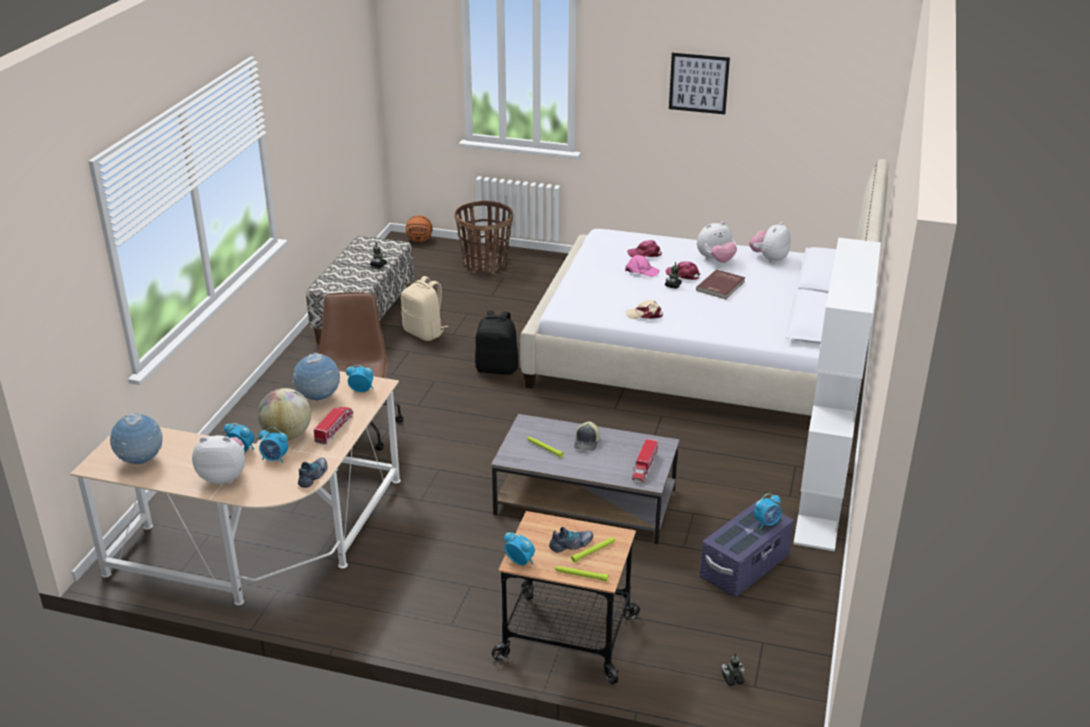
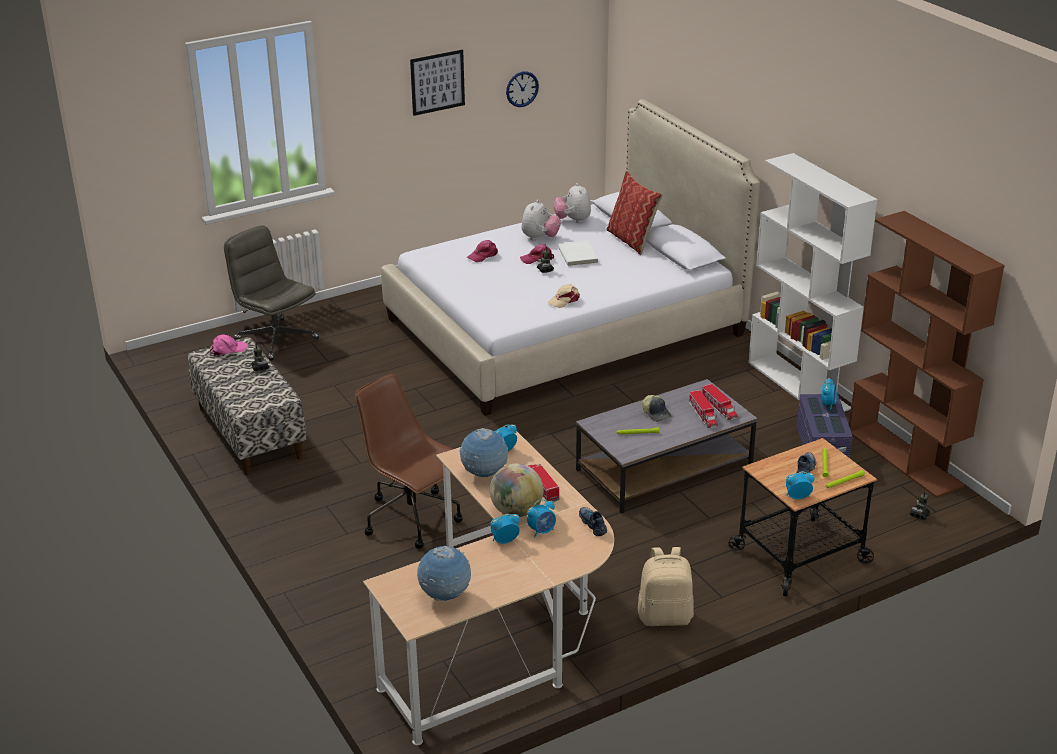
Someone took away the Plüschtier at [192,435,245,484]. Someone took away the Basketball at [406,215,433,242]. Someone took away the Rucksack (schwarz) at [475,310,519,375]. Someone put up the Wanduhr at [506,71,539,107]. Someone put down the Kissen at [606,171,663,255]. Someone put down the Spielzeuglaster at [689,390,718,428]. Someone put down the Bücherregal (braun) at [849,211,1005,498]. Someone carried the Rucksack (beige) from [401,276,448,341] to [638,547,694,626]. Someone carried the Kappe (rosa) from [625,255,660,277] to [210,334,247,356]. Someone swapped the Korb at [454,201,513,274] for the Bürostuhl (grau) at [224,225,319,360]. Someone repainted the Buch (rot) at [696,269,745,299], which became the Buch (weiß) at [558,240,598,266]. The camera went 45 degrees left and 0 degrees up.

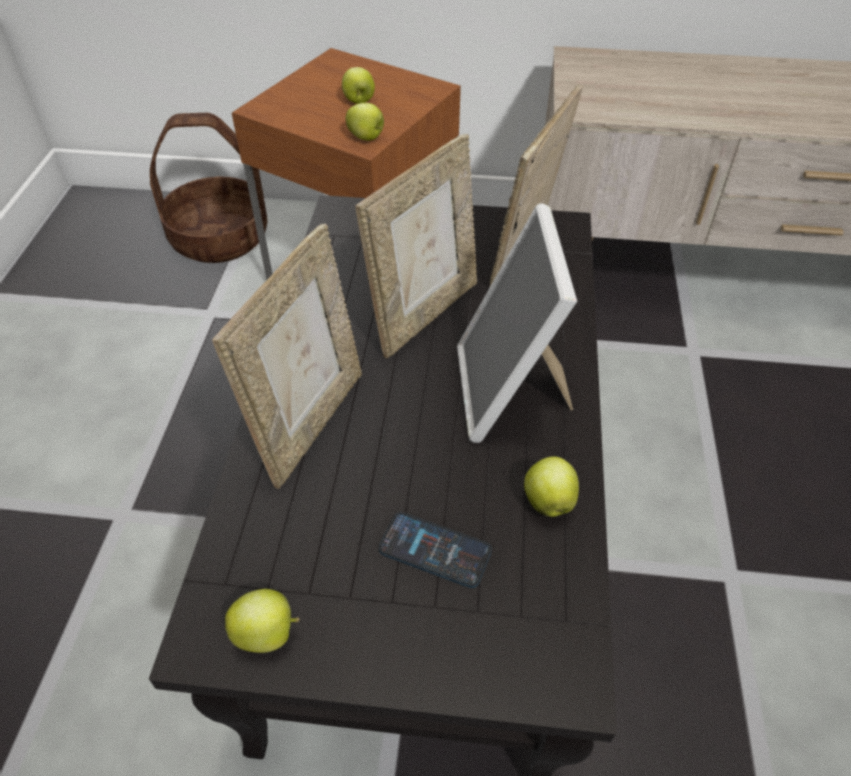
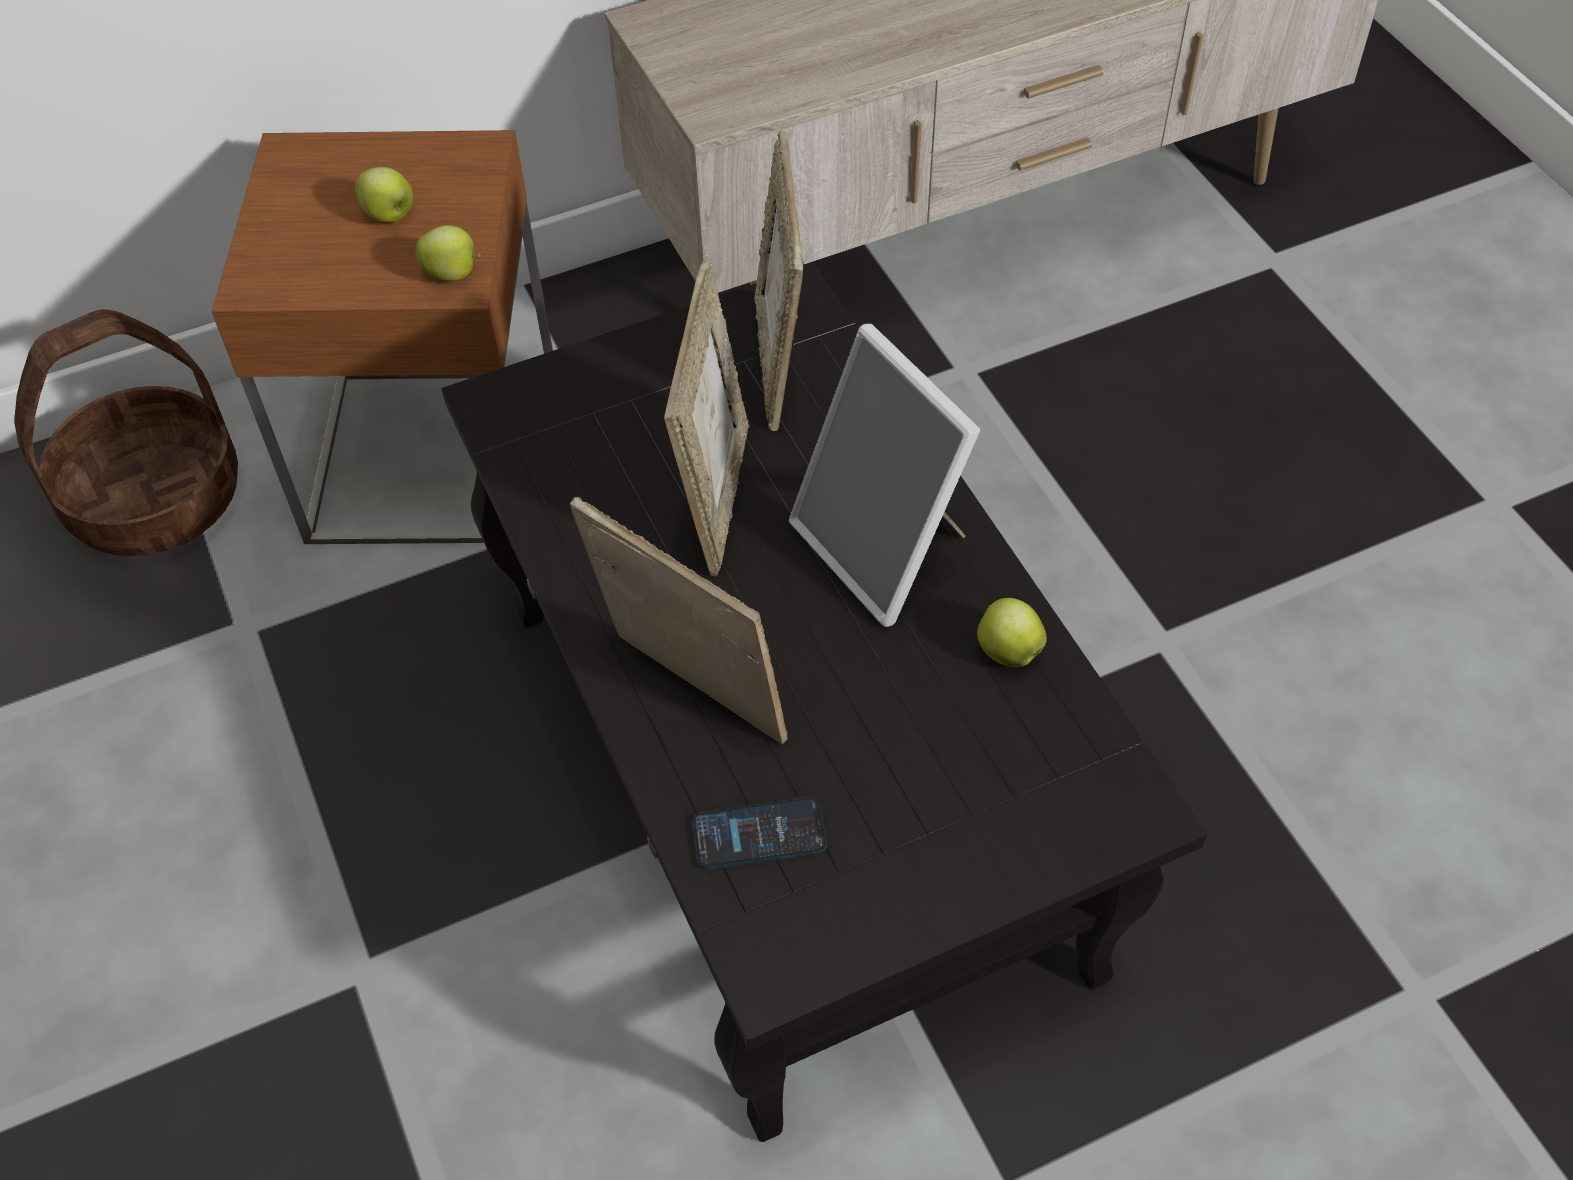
Someone took away the Apfel at [225,589,300,653]. Someone carried the Handy from [379,513,492,588] to [692,797,827,870]. Someone rotated the Bilderrahmen at [212,223,362,489] by 45 degrees counterclockwise. The camera went 30 degrees left and 5 degrees up.

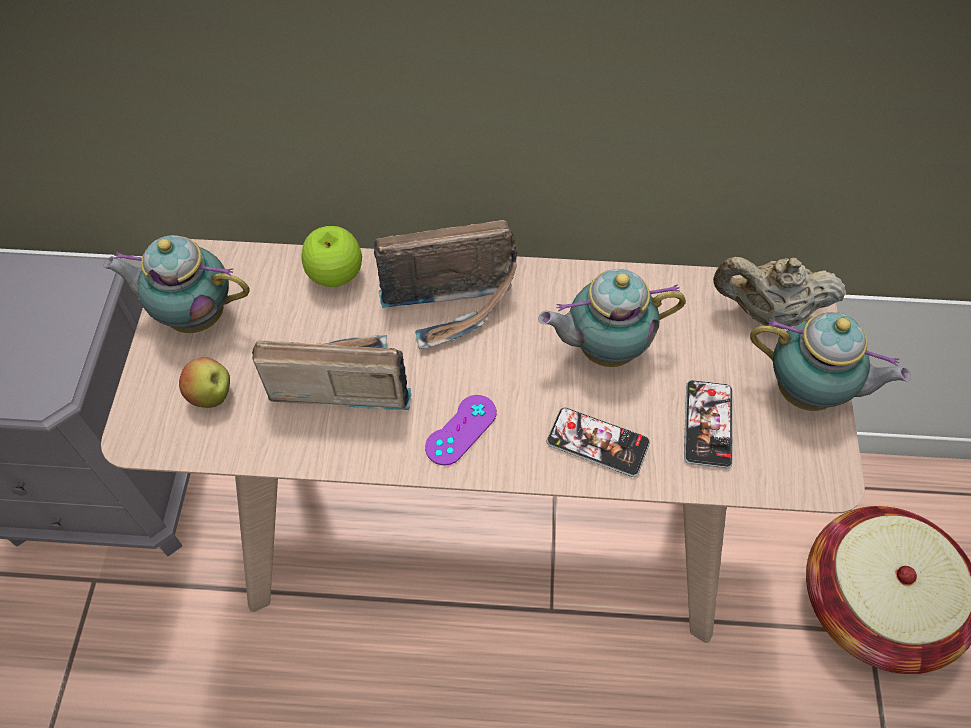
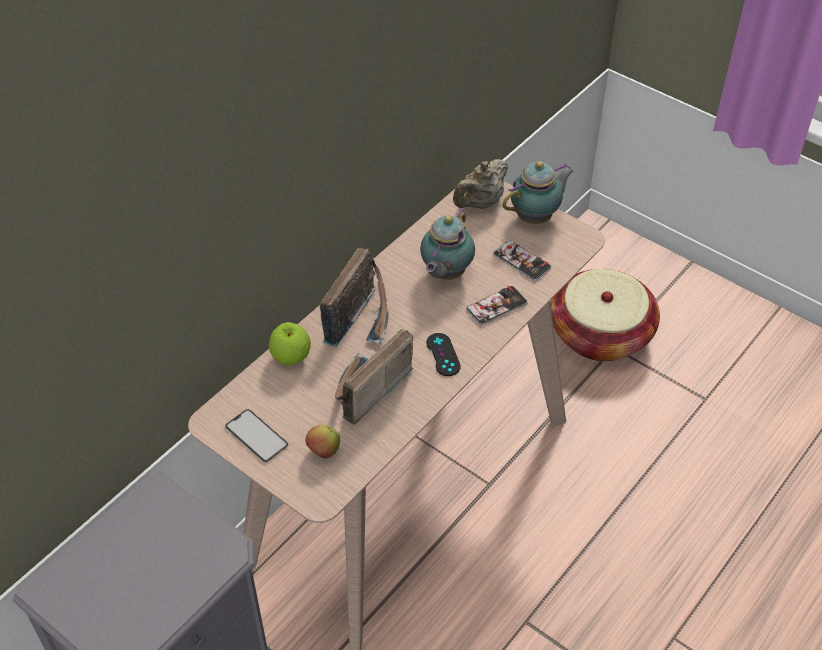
Someone swapped the Teekanne at [103,235,250,333] for the Handy at [225,409,288,463]. Someone repainted the Gamepad (lila) at [425,395,497,465], which became the Gamepad (schwarz) at [426,333,461,376]. The camera went 55 degrees left and 10 degrees down.

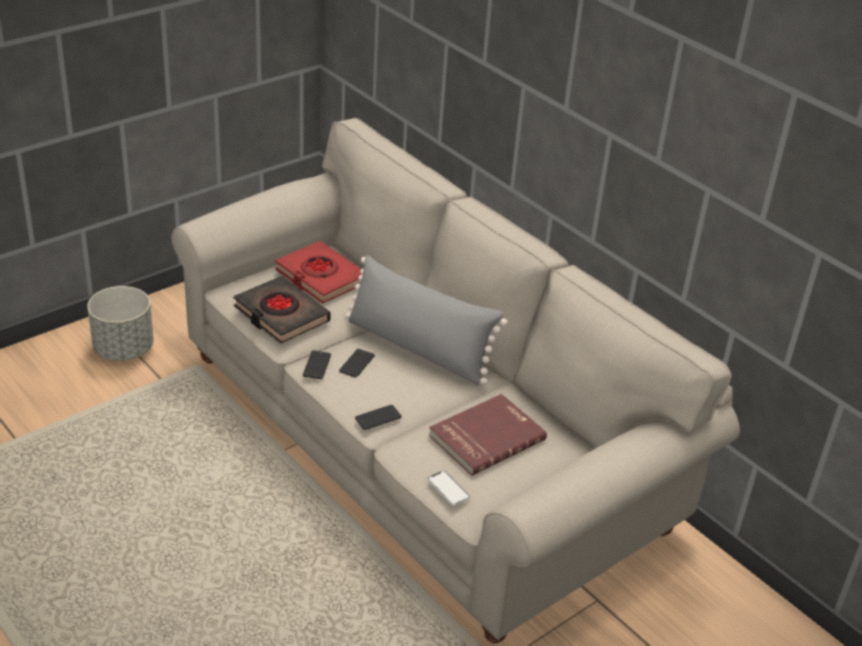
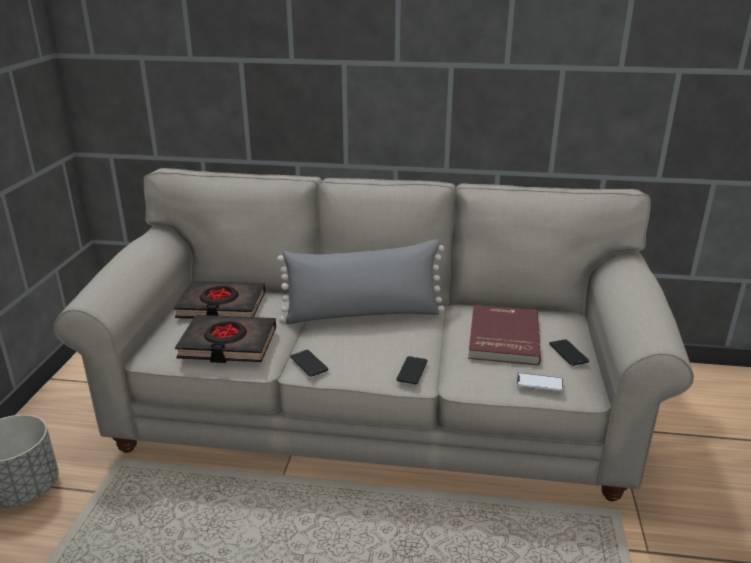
Someone carried the Handy from [339,349,375,378] to [549,339,589,366]. Someone repainted the Buch (rot) at [275,241,361,304], which became the Buch (schwarz) at [174,281,265,319]. The camera went 40 degrees left and 10 degrees down.

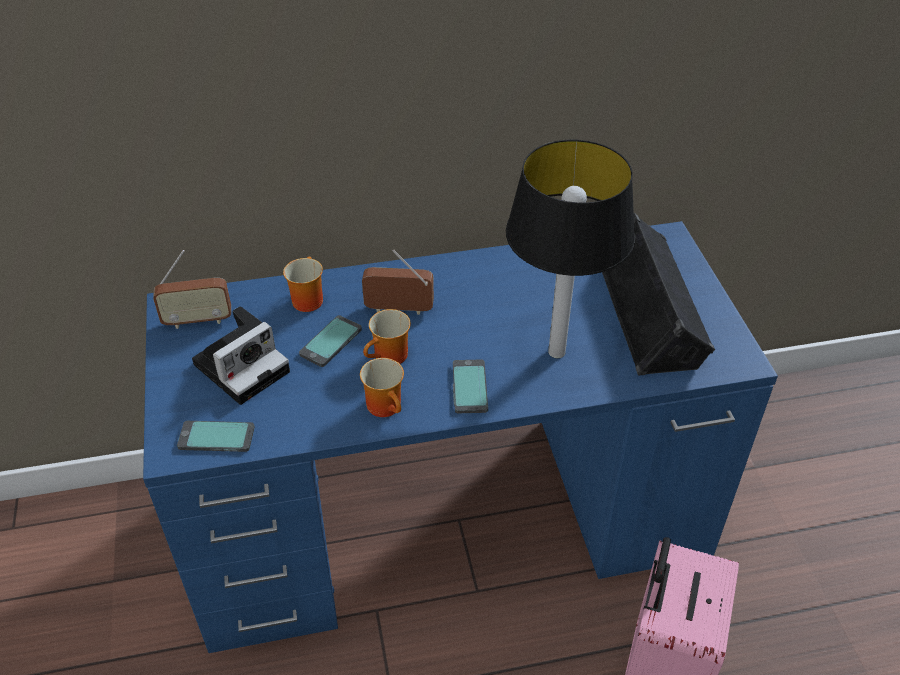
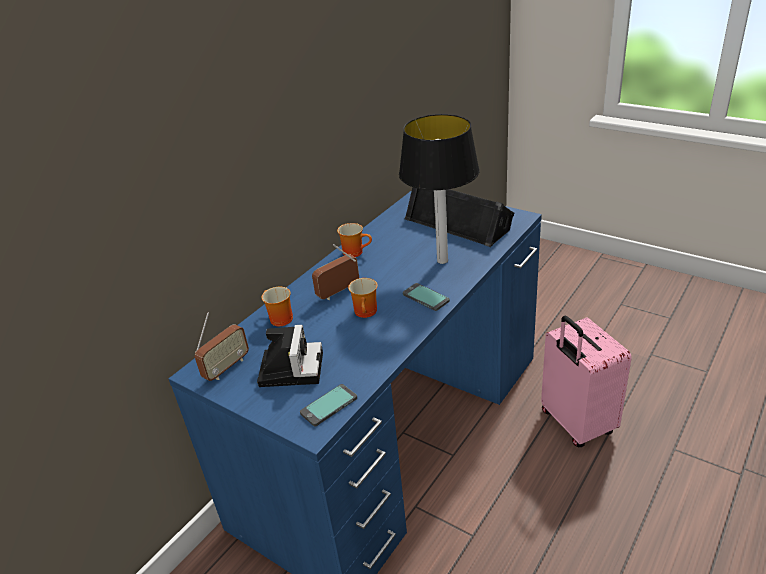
Someone took away the Handy at [299,315,362,367]. Someone carried the Henkelbecher from [360,358,404,417] to [337,223,372,257]. The camera went 40 degrees left and 10 degrees down.

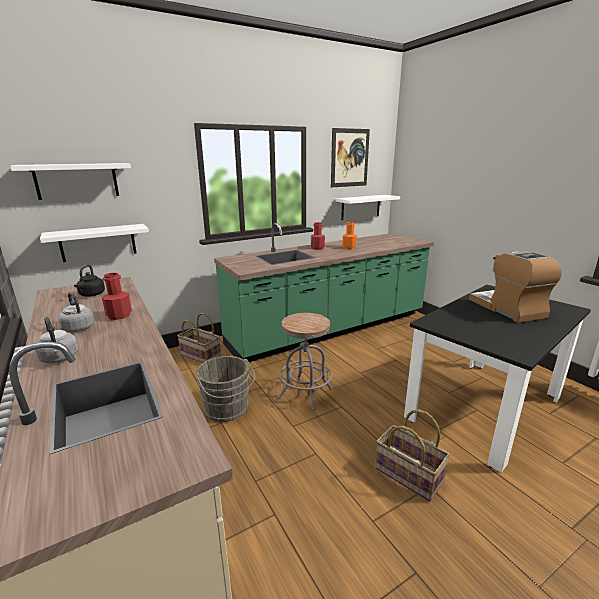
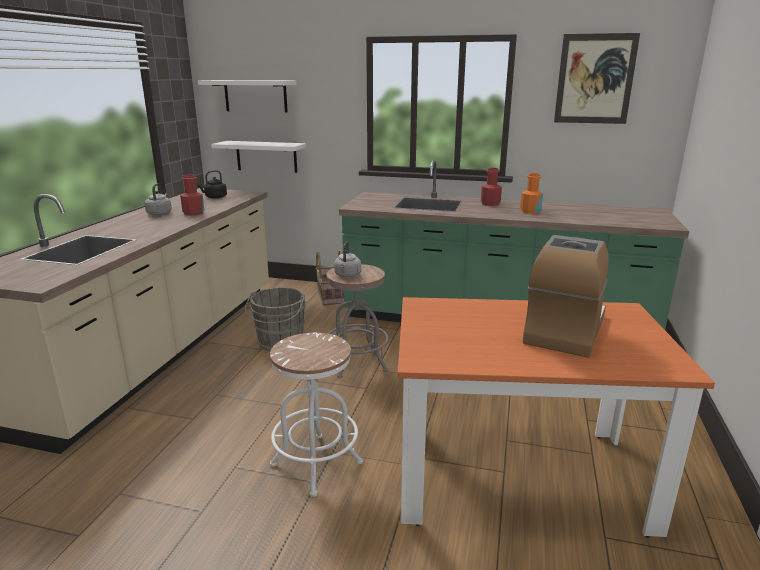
Someone took away the Wandregal (weiß) at [335,195,400,220]. Someone carried the Wasserkessel (grau) from [35,317,78,363] to [334,242,361,277]. Someone swapped the Korb at [375,409,450,502] for the Hocker (weiß) at [270,333,363,497]. Someone repainted the Esstisch (schwarz) at [404,285,591,473], which became the Esstisch (orange) at [398,297,715,538]. The camera went 45 degrees right and 0 degrees up.

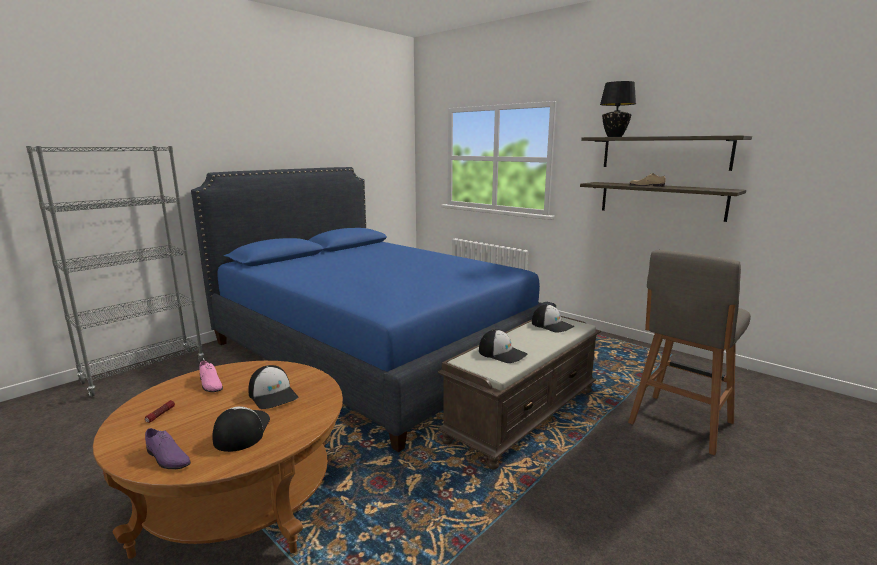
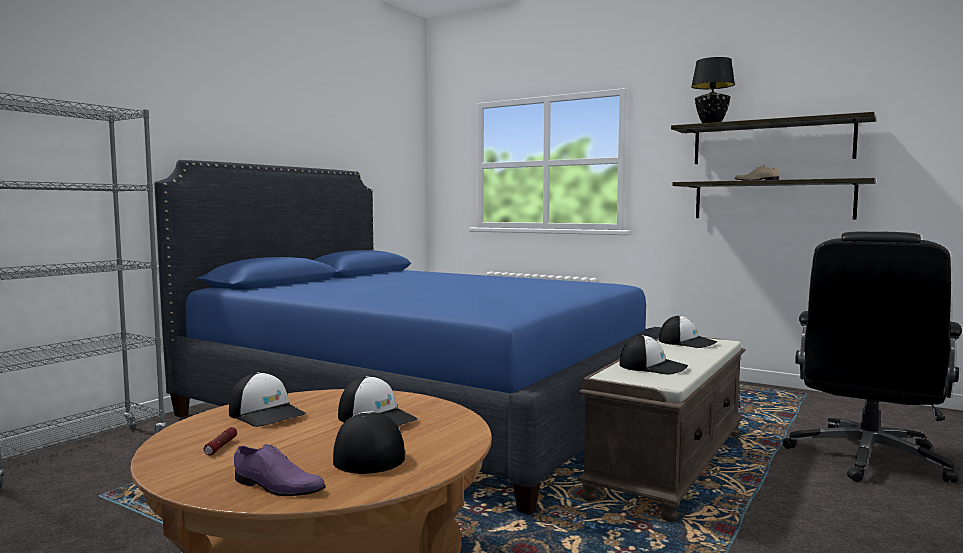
Someone swapped the Schuh (rosa) at [199,361,223,392] for the Kappe at [229,372,306,427]. Someone swapped the Hocker (grau) at [628,250,751,455] for the Bürostuhl (schwarz) at [782,231,962,483]. The camera went 10 degrees left and 10 degrees down.

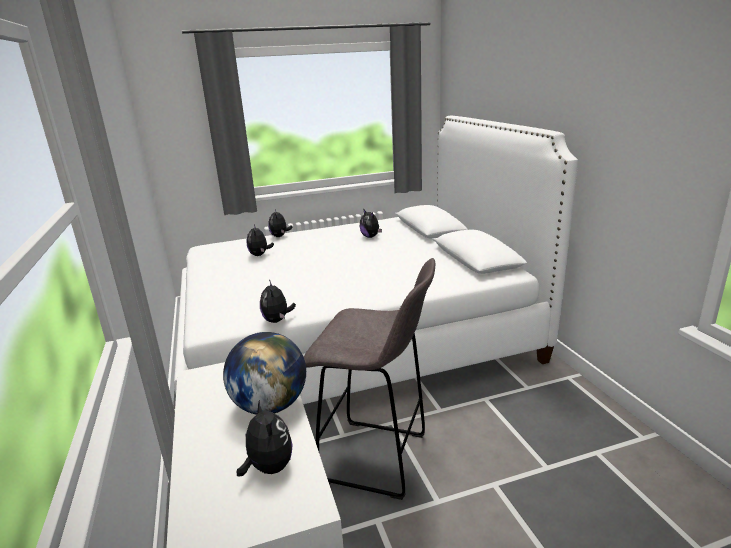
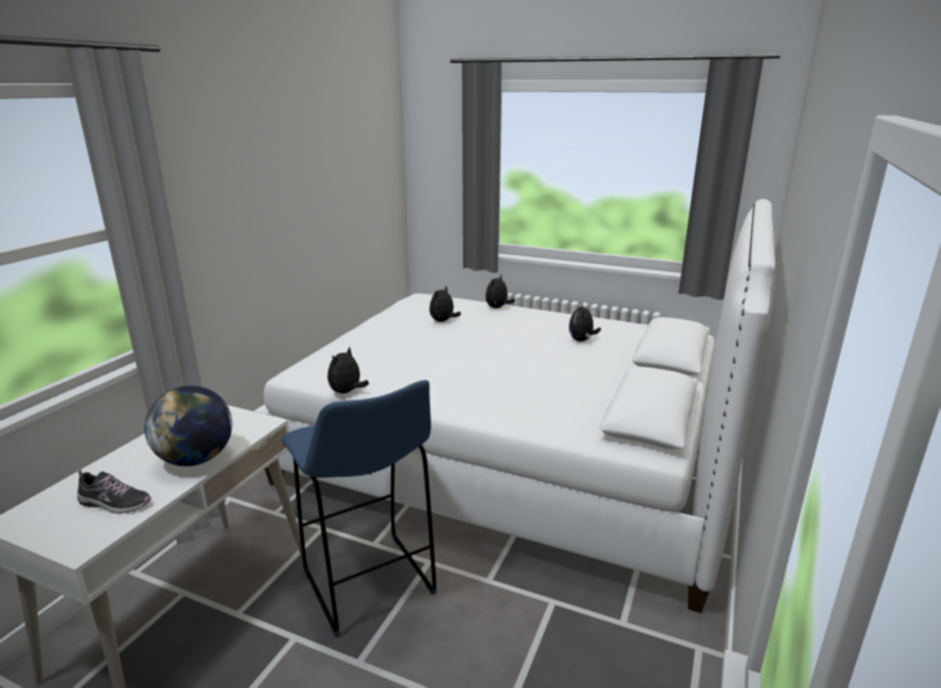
Someone swapped the Plüschtier at [236,400,293,477] for the Schuh at [77,470,151,514]. Someone repainted the Hocker (grau) at [304,258,435,500], which became the Hocker (blau) at [281,380,437,637]. The camera went 40 degrees right and 0 degrees up.

